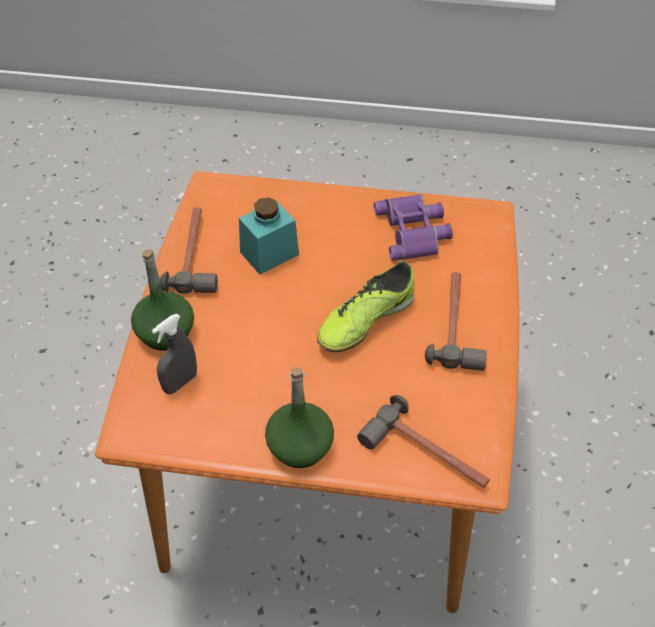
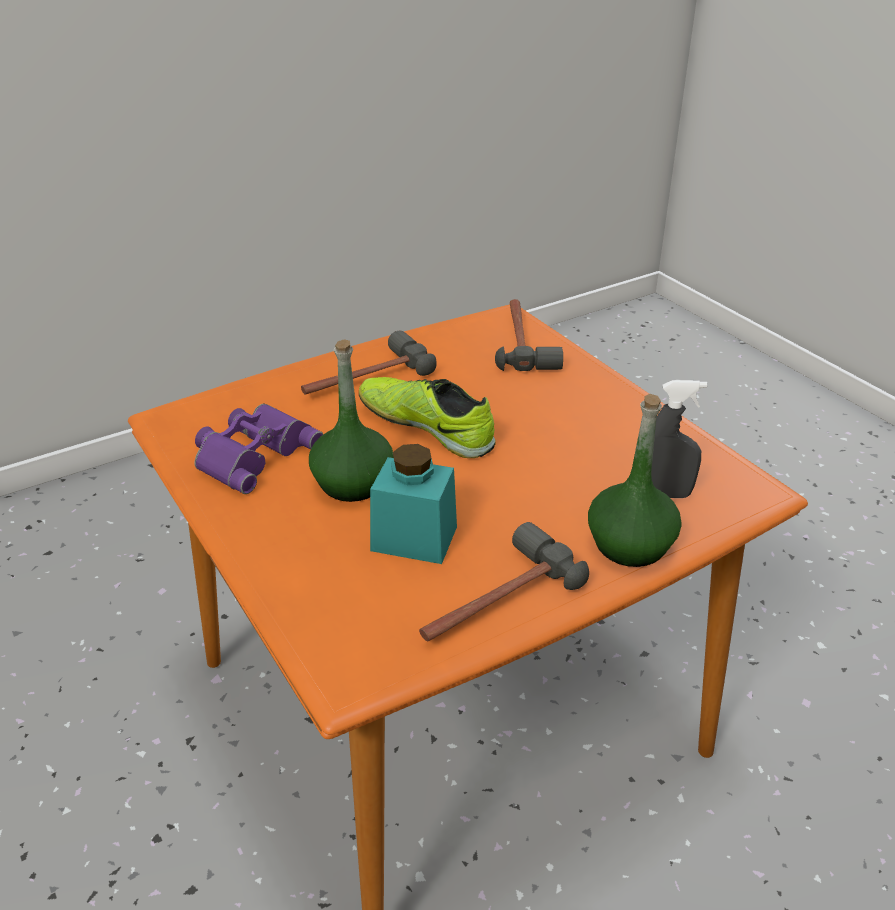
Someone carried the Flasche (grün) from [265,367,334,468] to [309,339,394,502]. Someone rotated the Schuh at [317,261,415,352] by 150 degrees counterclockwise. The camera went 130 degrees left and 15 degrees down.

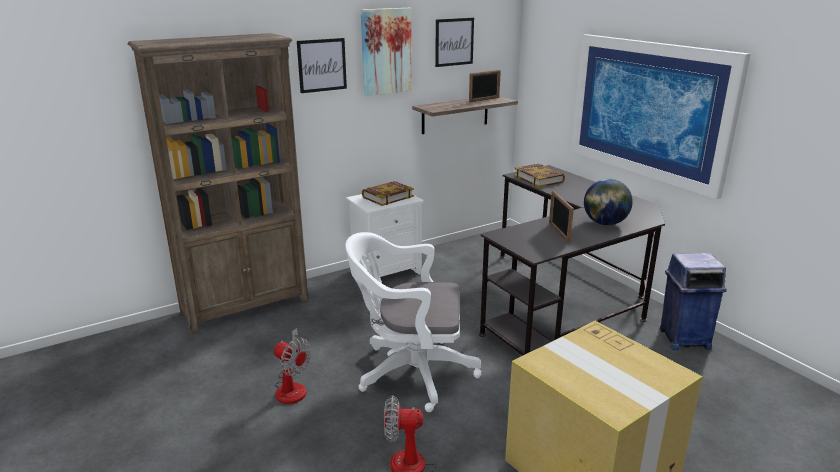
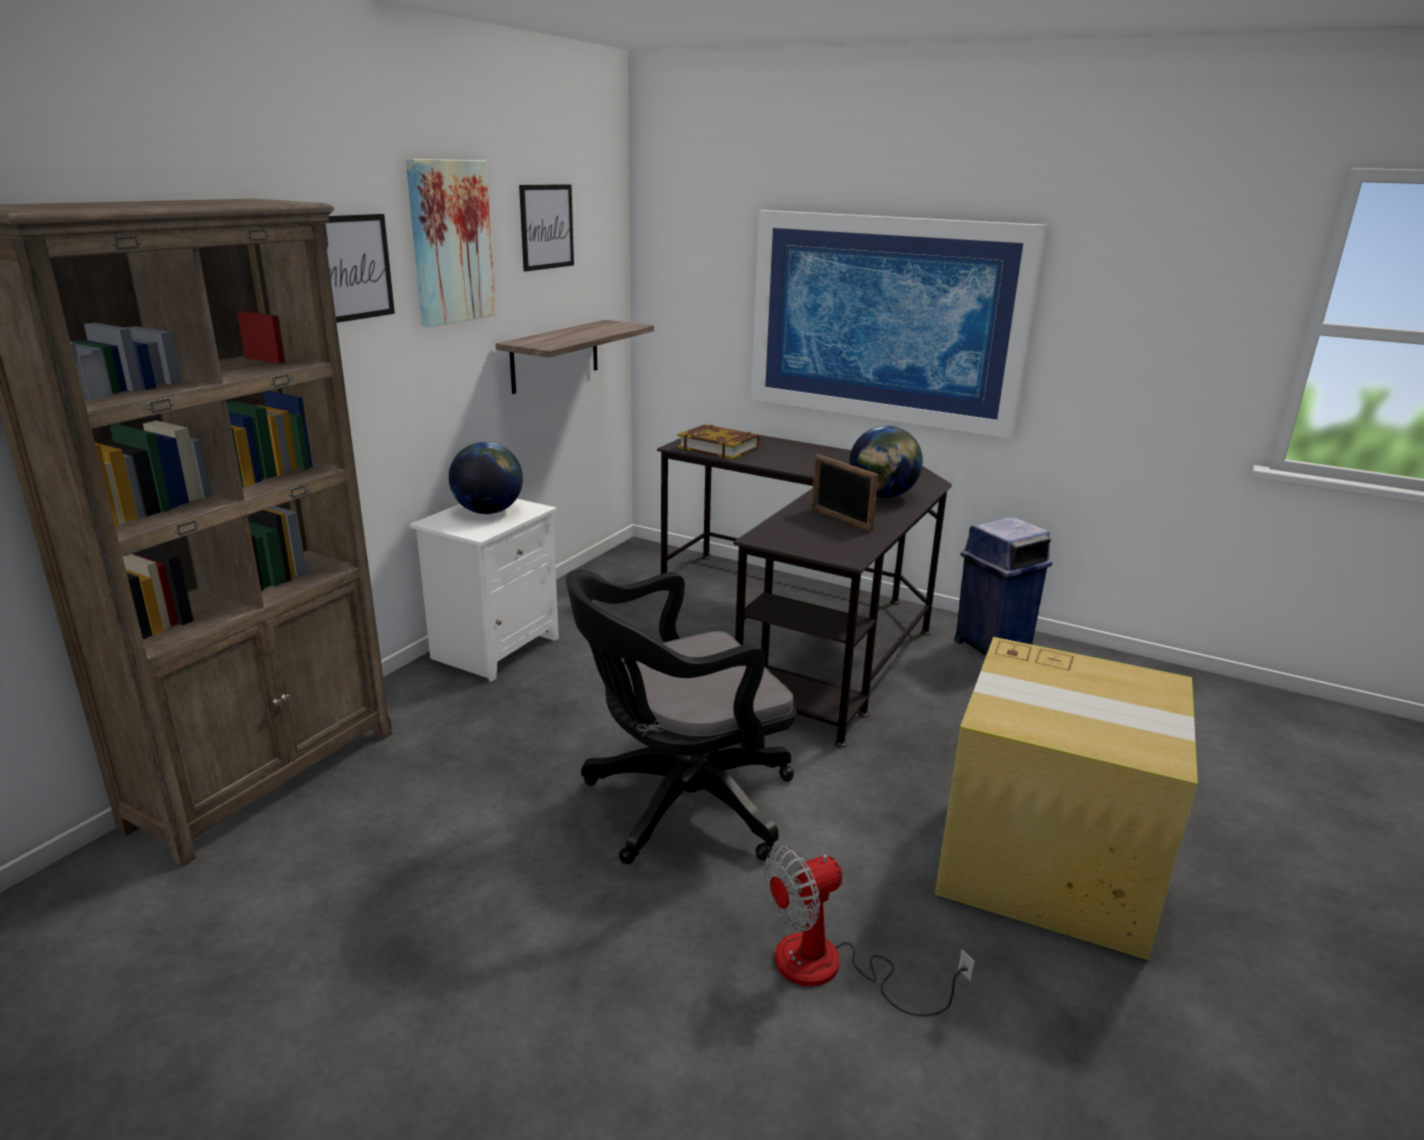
Someone took away the Ventilator at [274,328,311,404]. Someone took away the Bilderrahmen at [469,70,501,102]. Someone swapped the Buch at [362,181,414,206] for the Globus at [449,442,523,514]. Someone repainted the Bürostuhl (weiß) at [345,232,482,412], which became the Bürostuhl (schwarz) at [566,569,796,864]. The camera went 30 degrees left and 0 degrees up.

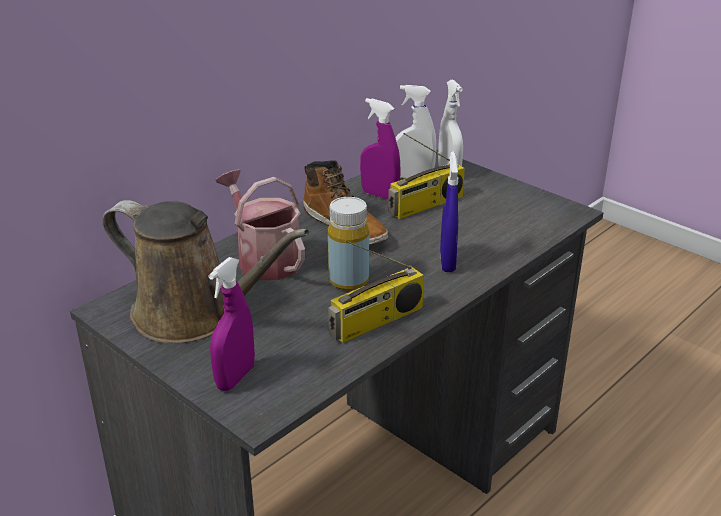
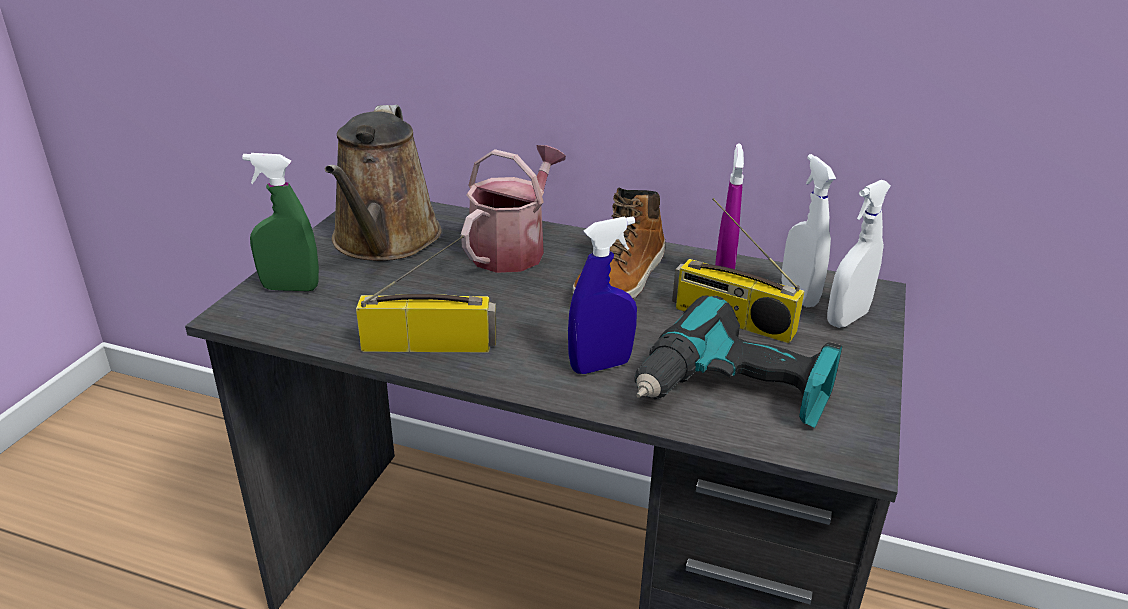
Someone took away the Flasche (gelb) at [328,197,369,290]. Someone put down the Bohrmaschine at [634,296,842,428]. Someone repainted the Sprühflasche (lila) at [208,257,255,391], which became the Sprühflasche (grün) at [242,153,319,291]. Someone rotated the Radio at [328,240,424,343] by 150 degrees clockwise. The camera went 65 degrees right and 0 degrees up.

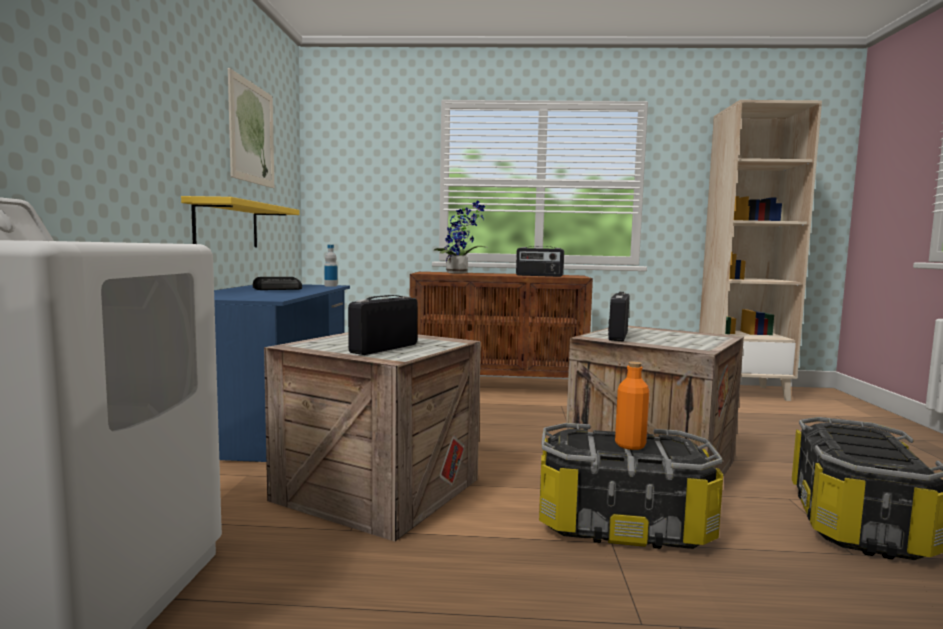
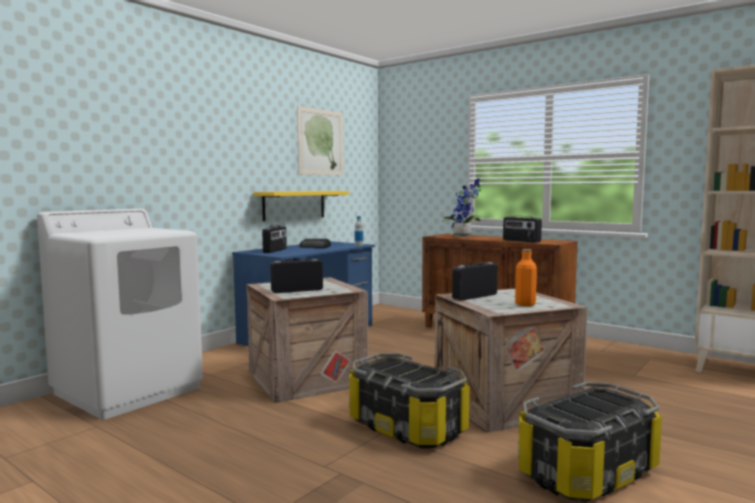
Someone put down the Radio at [262,225,287,253]. Someone carried the Flasche (orange) from [615,362,649,450] to [515,249,537,306]. The camera went 35 degrees right and 0 degrees up.

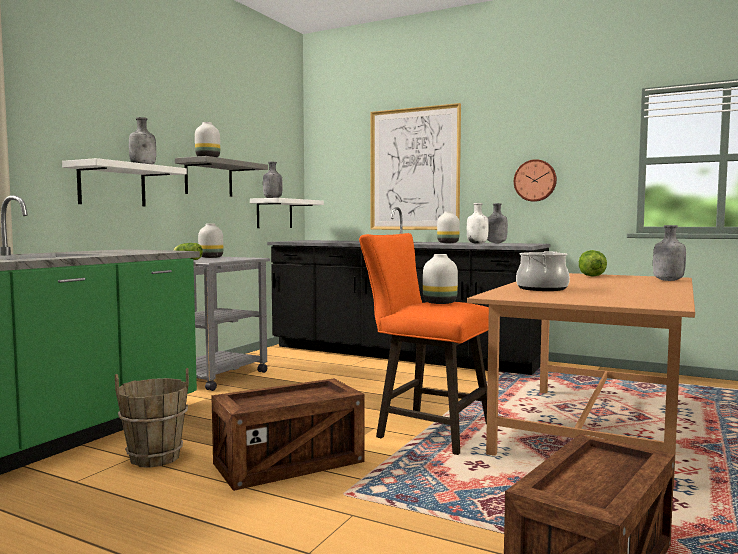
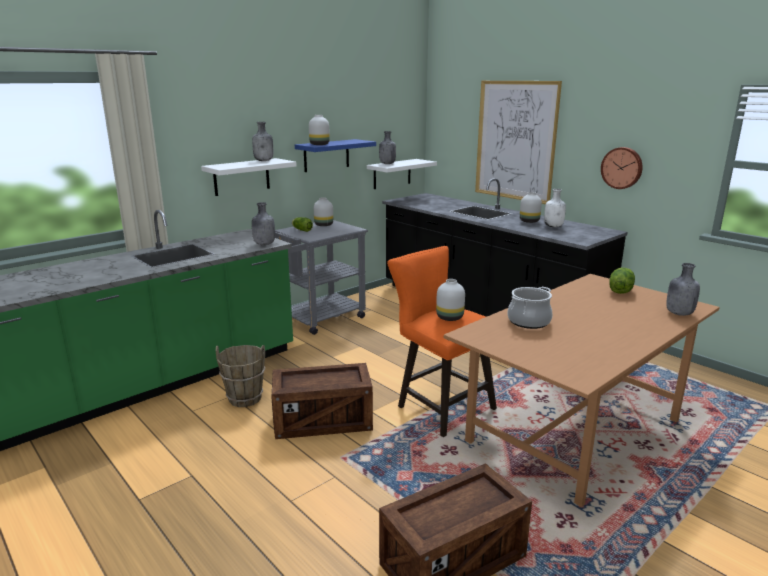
Someone carried the Flasche (grau) from [487,203,508,243] to [252,202,275,245]. Someone repainted the Wandregal (grau) at [175,156,268,197], which became the Wandregal (blau) at [295,139,376,172]. The camera went 20 degrees right and 15 degrees up.

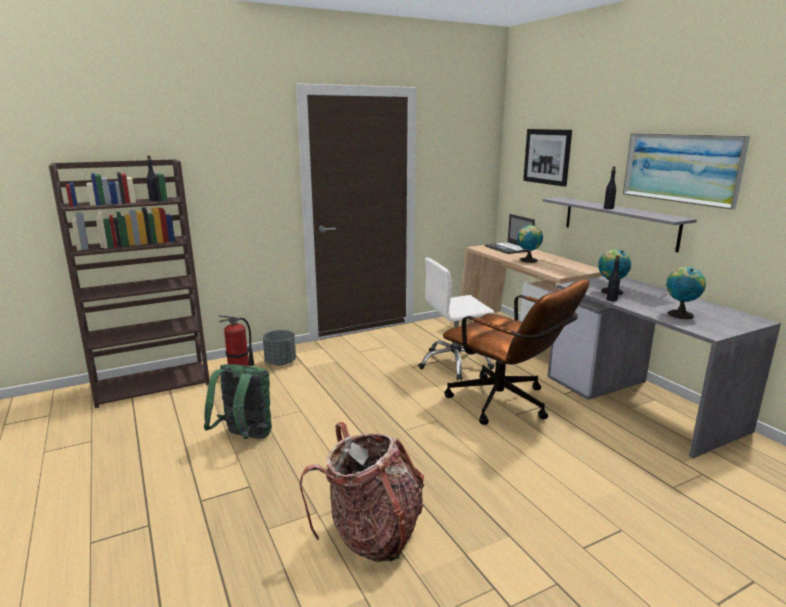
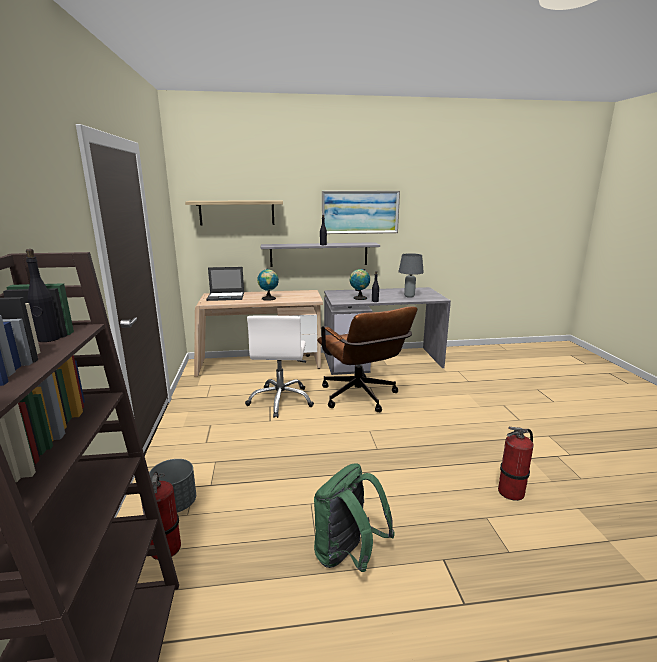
Someone swapped the Rucksack at [299,422,425,562] for the Feuerlöscher at [498,427,534,501]. Someone swapped the Bild at [523,129,572,187] for the Wandregal at [185,200,283,226]. Someone swapped the Globus at [666,267,706,319] for the Tischlampe (grau) at [398,253,424,298]. Someone rotated the Bürostuhl (braun) at [443,279,589,425] by 90 degrees clockwise. The camera went 70 degrees left and 0 degrees up.

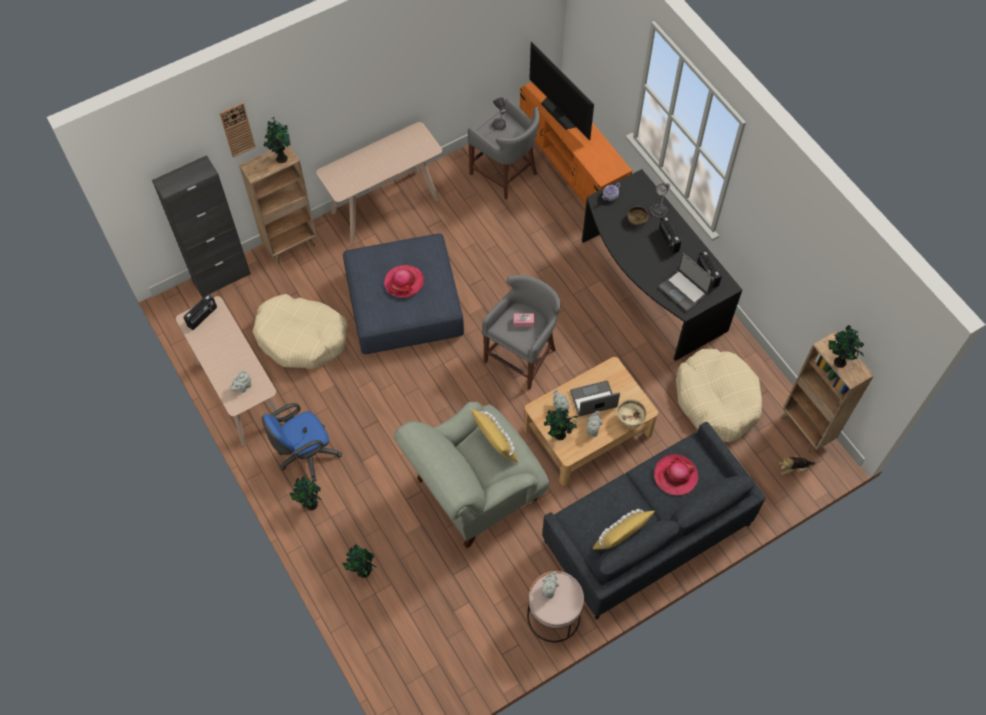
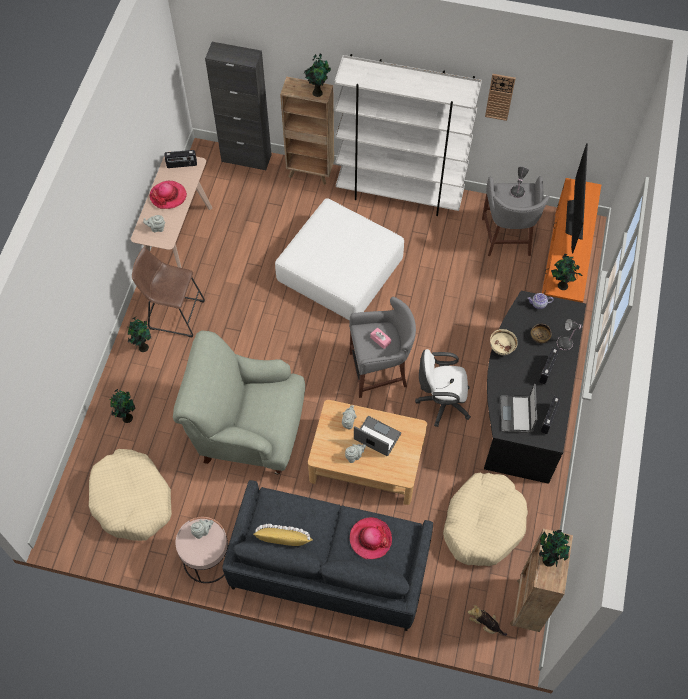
Someone took away the Kissen (gelb) at [471,409,518,463]. Someone put down the Bürostuhl (weiß) at [415,349,471,427]. Someone carried the Wanduhr from [219,102,256,158] to [485,74,516,121]. Someone carried the Hundebett (beige) from [252,294,348,369] to [89,449,172,541]. Someone carried the Hut from [384,265,424,297] to [150,181,187,209]. Someone carried the Topfpflanze from [544,407,579,440] to [551,254,582,290]. Someone carried the Schüssel (beige) from [617,399,647,427] to [490,329,518,355]. Someone swapped the Bürostuhl (blau) at [262,403,342,482] for the Hocker (braun) at [132,247,205,337]. Someone swapped the Konsolentisch (beige) at [316,122,442,243] for the Bücherregal (weiß) at [335,54,482,216]. Someone repainted the Polsterhocker (blau) at [343,233,464,354], which became the Polsterhocker (weiß) at [275,198,404,321]. The camera went 45 degrees right and 0 degrees up.

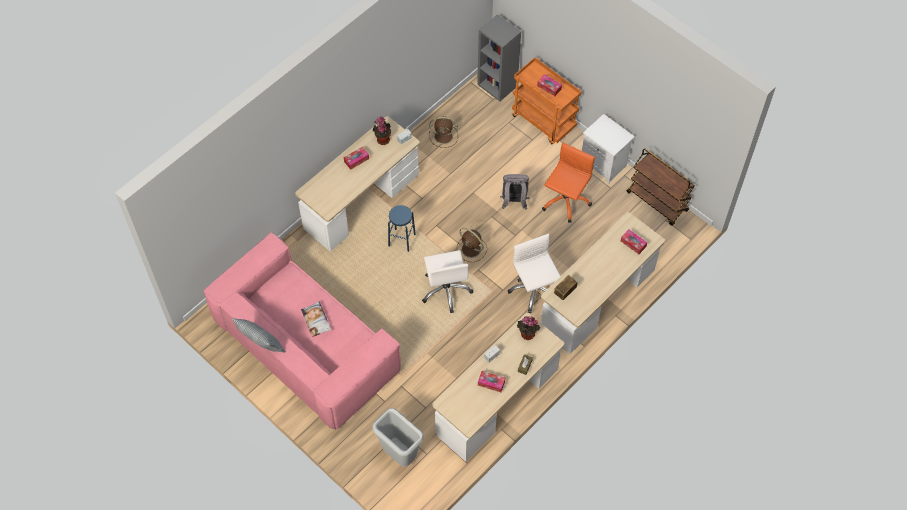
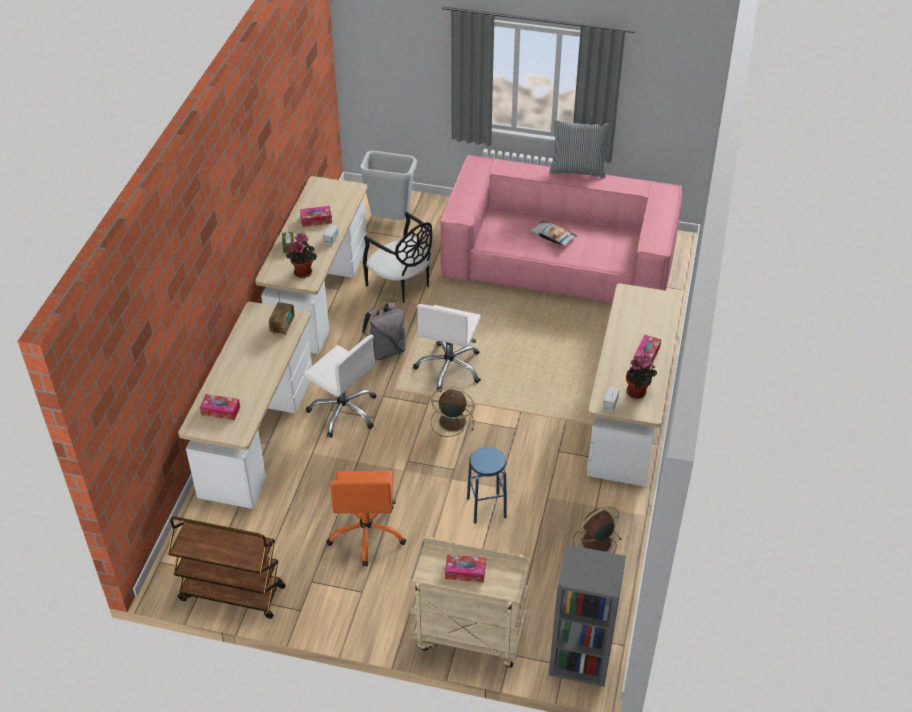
Someone took away the Nachttisch (weiß) at [582,114,635,184]. Someone put down the Stuhl (schwarz) at [363,212,432,303]. Someone carried the Hocker (blau) from [388,205,416,252] to [467,447,507,524]. Someone carried the Rucksack (grau) from [500,174,529,210] to [362,303,406,360]. Someone repainted the Rollwagen (orange) at [512,57,582,144], which became the Rollwagen (beige) at [409,537,530,668]. Someone rotated the Bürostuhl (weiß) at [422,250,473,313] by 120 degrees counterclockwise. The camera went 150 degrees right and 15 degrees down.

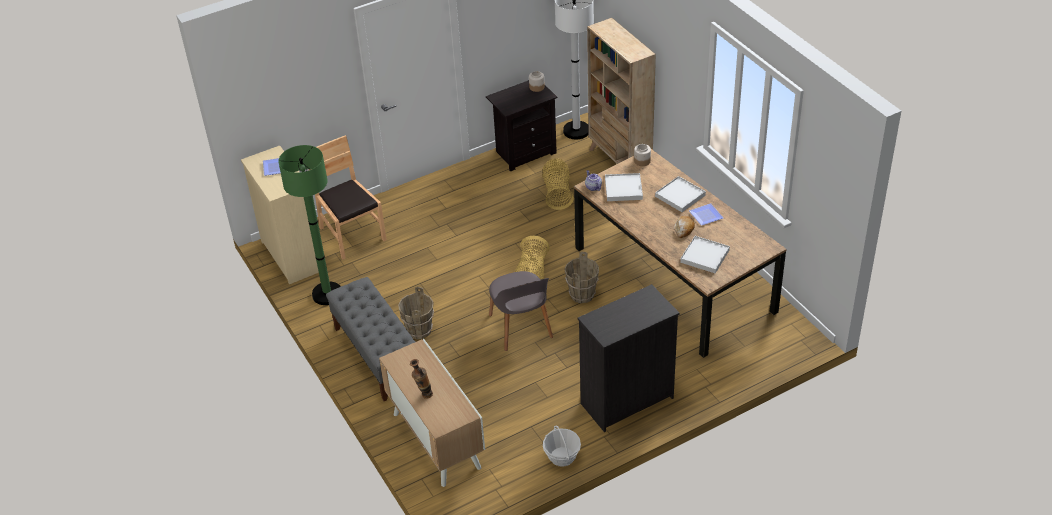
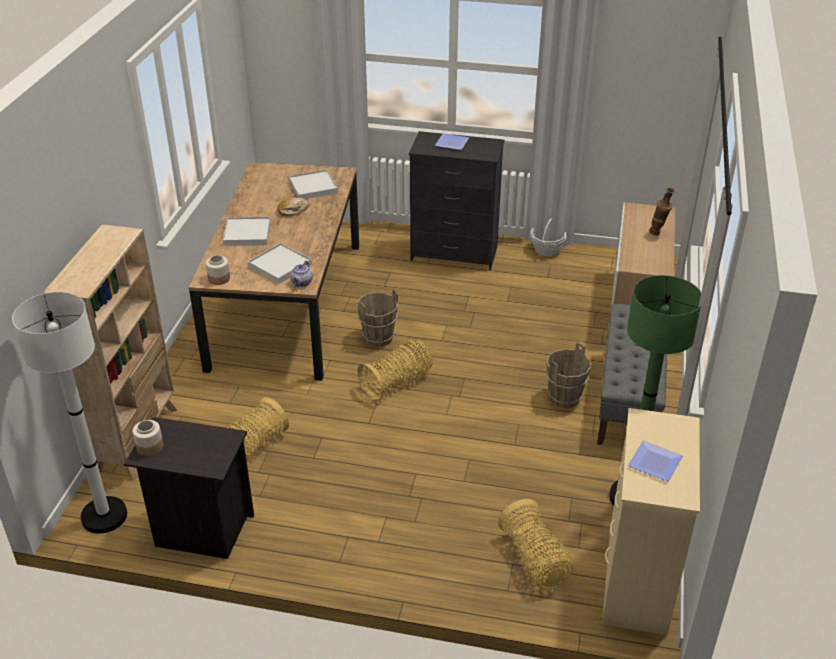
Someone took away the Stuhl (grau) at [489,271,553,351]. Someone carried the Teller from [689,203,723,226] to [435,134,469,150]. Someone swapped the Stuhl (braun) at [309,135,387,259] for the Korb at [498,499,573,589]. The camera went 140 degrees left and 5 degrees down.

